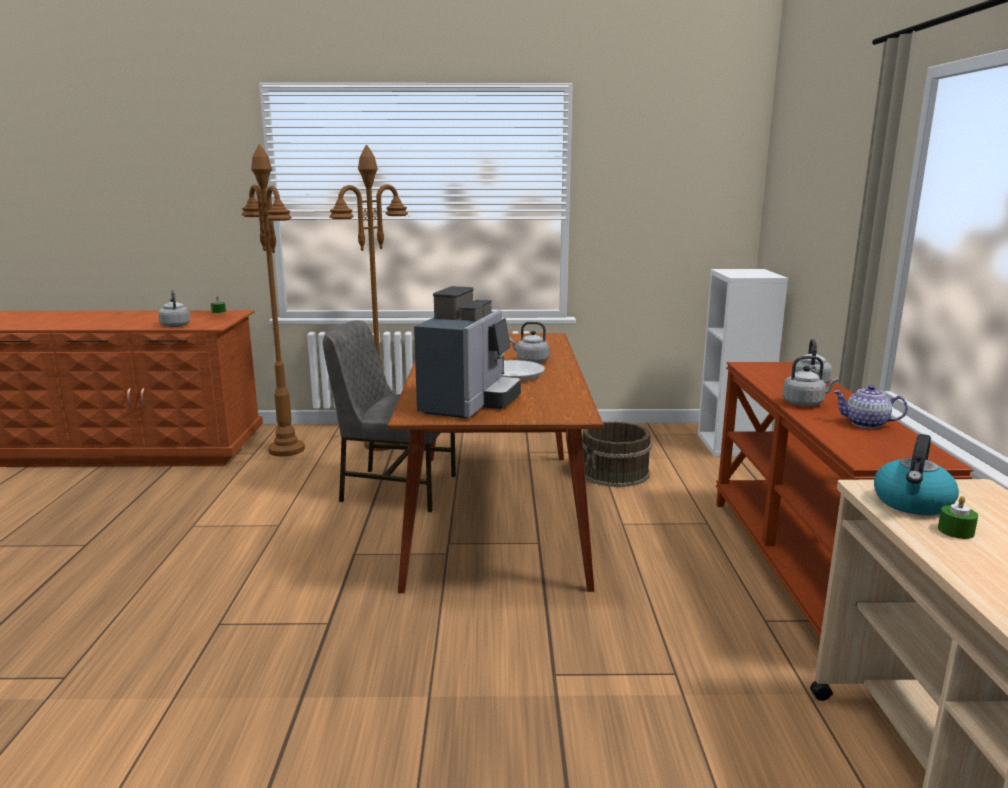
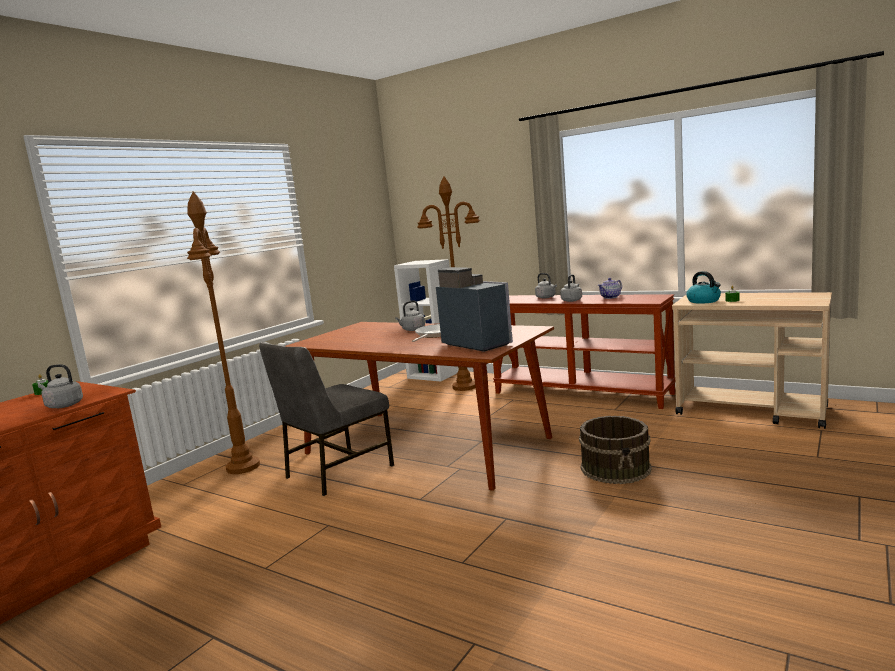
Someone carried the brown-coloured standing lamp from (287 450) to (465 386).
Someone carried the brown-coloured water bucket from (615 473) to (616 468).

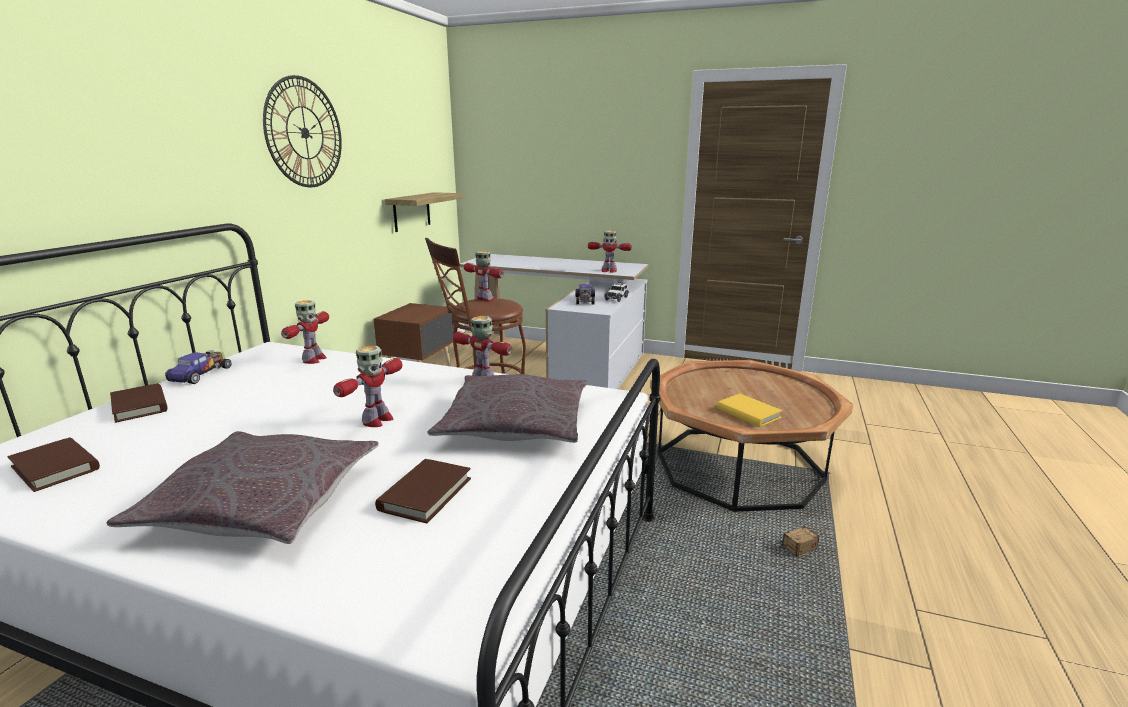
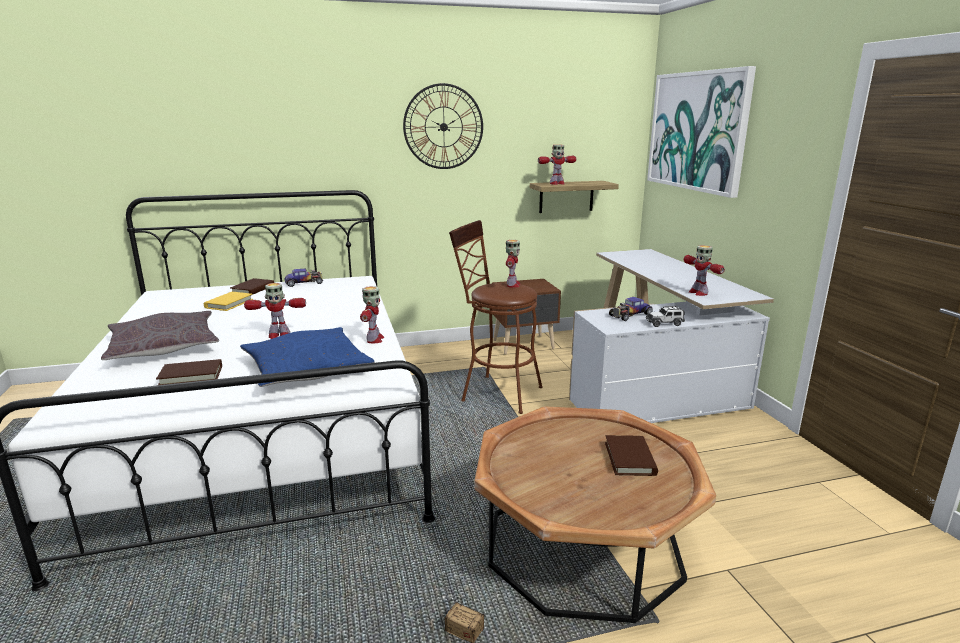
Someone put up the wall art at (697 131).
Someone carried the brown-coloured bound book from (56 468) to (630 458).
Someone carried the model robot from (313 360) to (556 184).
Someone carried the yellow-coloured bound book from (748 413) to (229 303).
Someone repainted the gray cushion at (515 424), which became the blue cushion at (306 369).

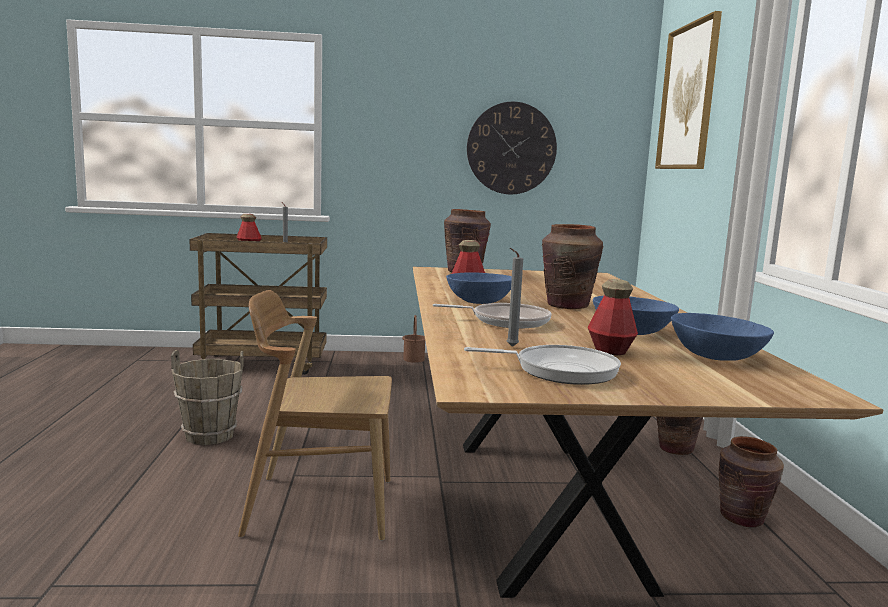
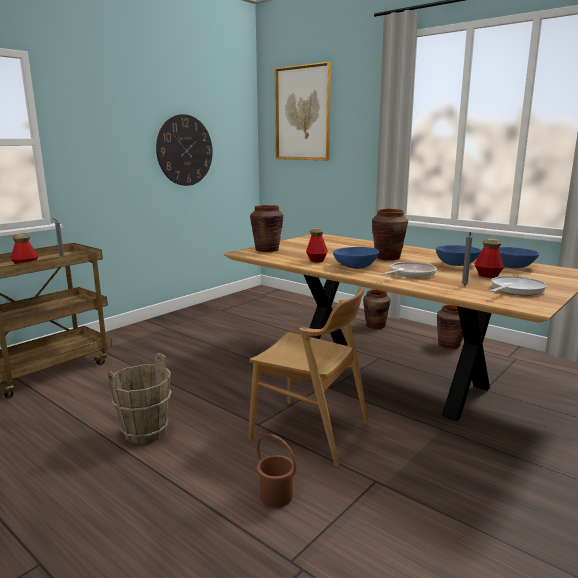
Someone carried the brown-coloured water bucket from (413 359) to (276 496).
Someone rotated the brown-coloured upright chair at (320 506) by 105 degrees counterclockwise.

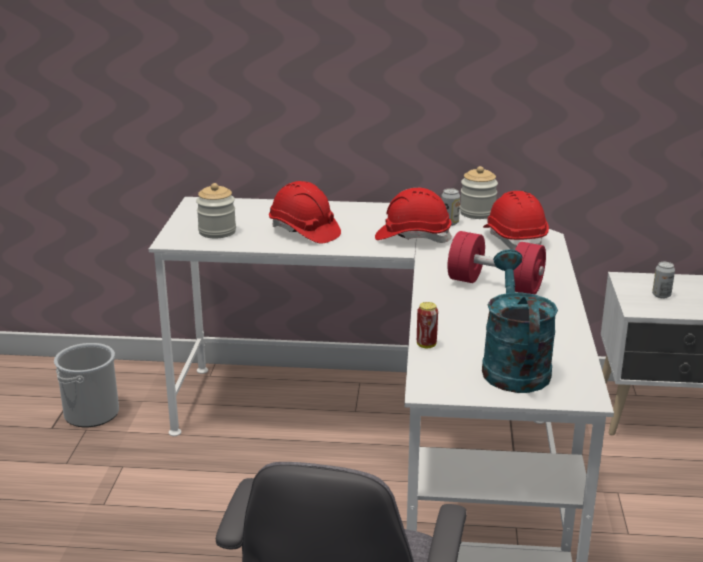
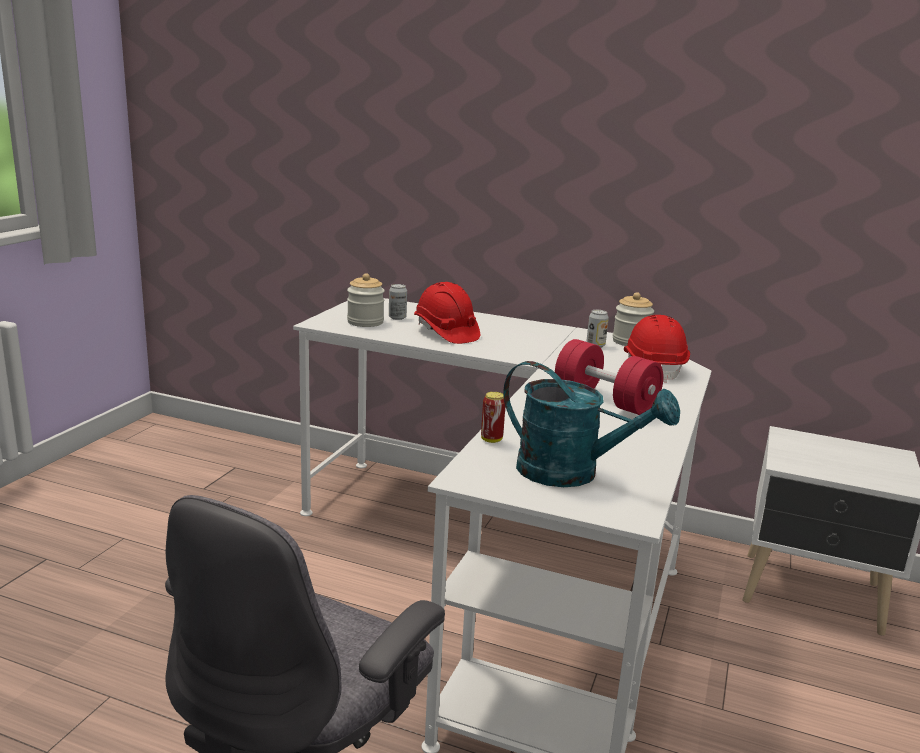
Someone took away the water bucket at (91 413).
Someone took away the red safety helmet at (412 237).
Someone carried the sealed can from (661 295) to (397 318).
Someone rotated the blue-green sprinkling can at (513 366) by 105 degrees clockwise.

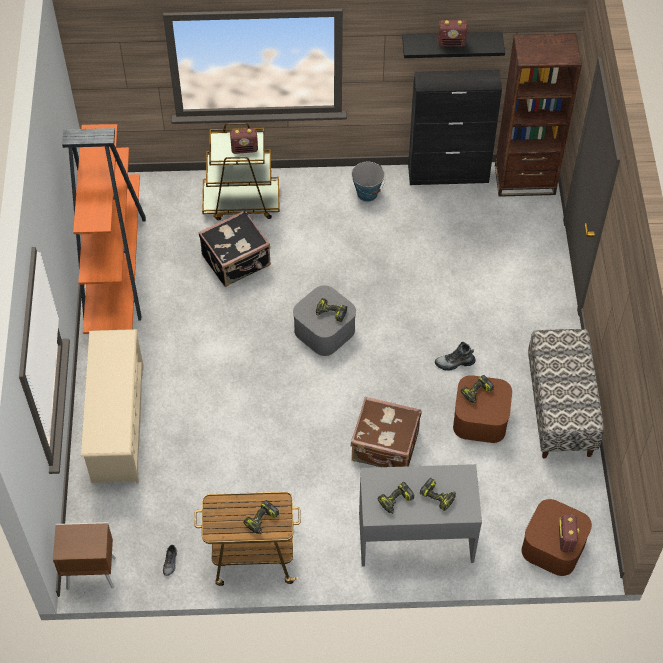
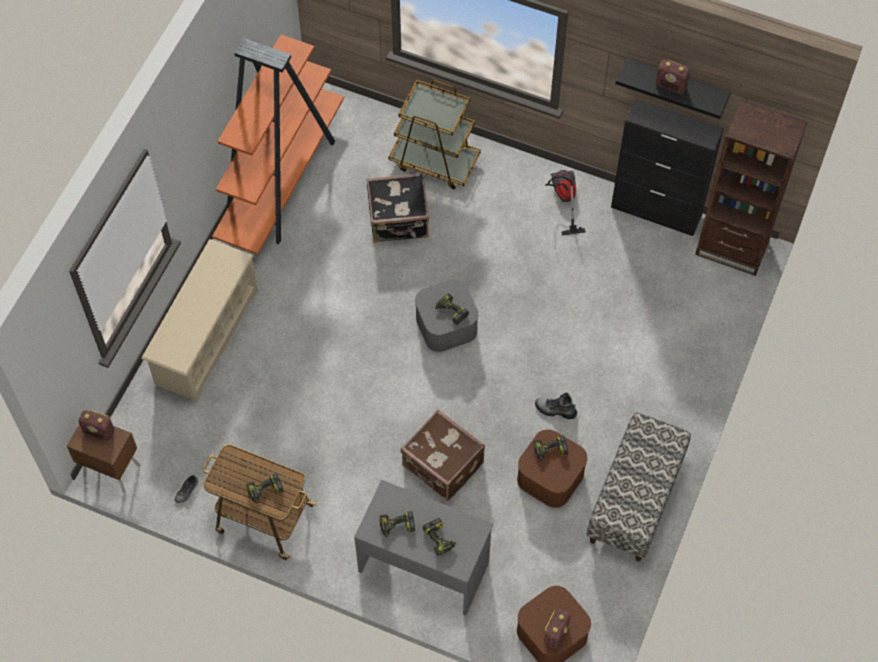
Someone carried the radio set from (245 149) to (99 432).
Someone swapped the water bucket at (367 193) for the vacuum at (563 200).

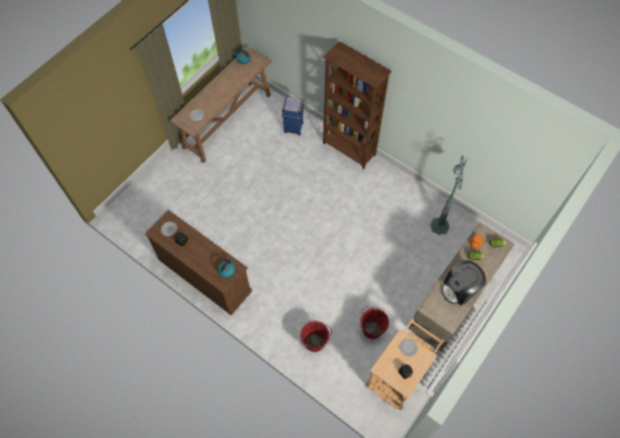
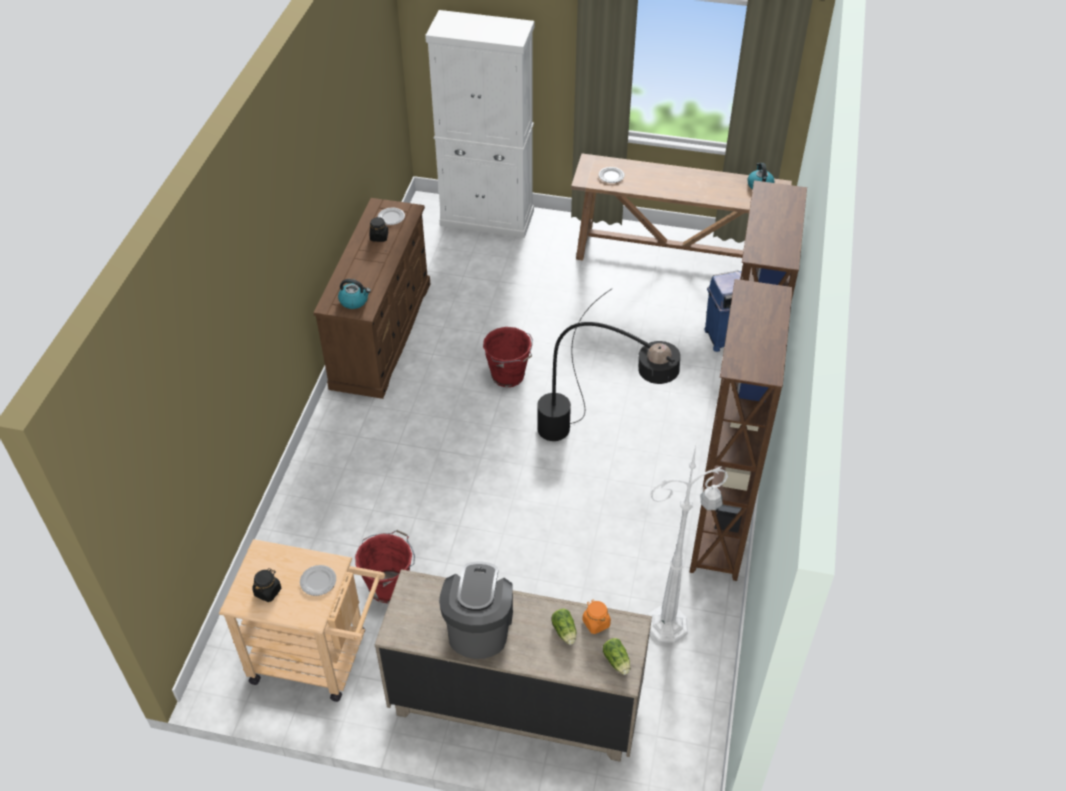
Someone put down the whitish storage cabinet at (487 218).
Someone put down the black-coloured standing lamp at (594 440).
Someone put down the brown-coloured bookshelf at (718 531).
Someone carried the red water bucket from (315 342) to (509 376).
Someone repainted the green-coloured standing lamp at (439 225), which became the whitish standing lamp at (669 624).
Someone rotated the coffee maker at (460 289) by 60 degrees clockwise.

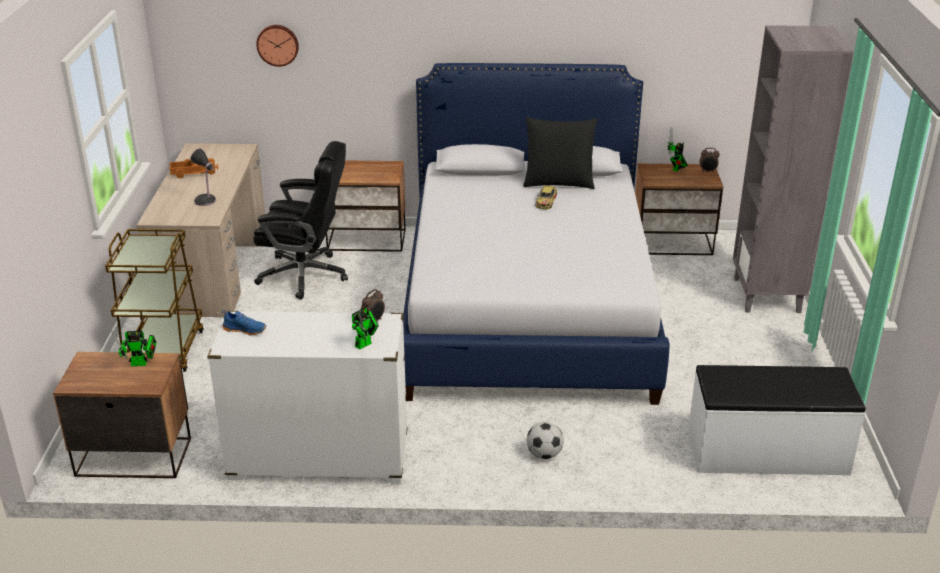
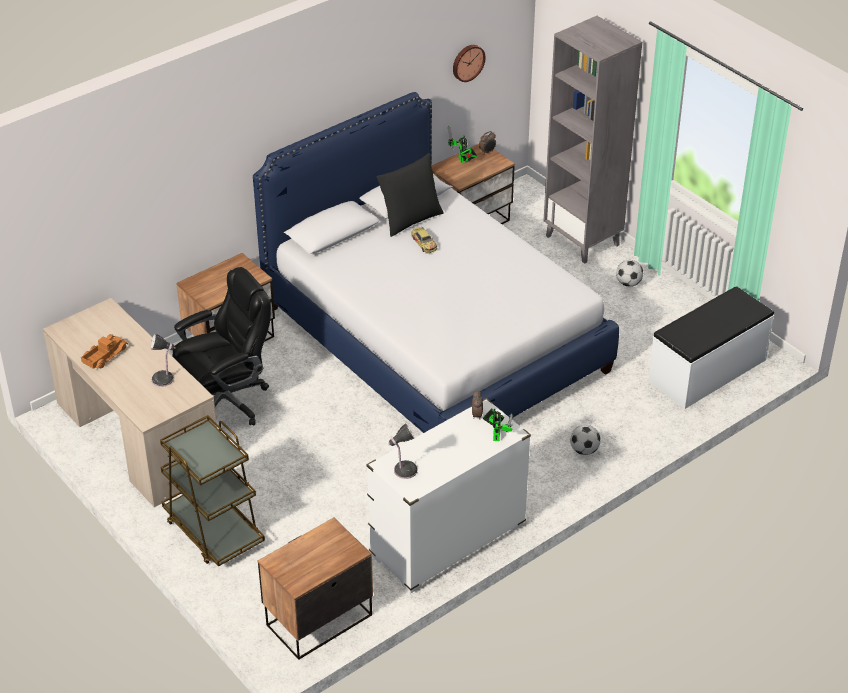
Someone took away the model robot at (141 363).
Someone put down the ball for football at (628 283).
Someone carried the wall clock from (278 45) to (467 62).
Someone swapped the blue item of footwear at (245 329) for the tabletop lamp at (404 470).

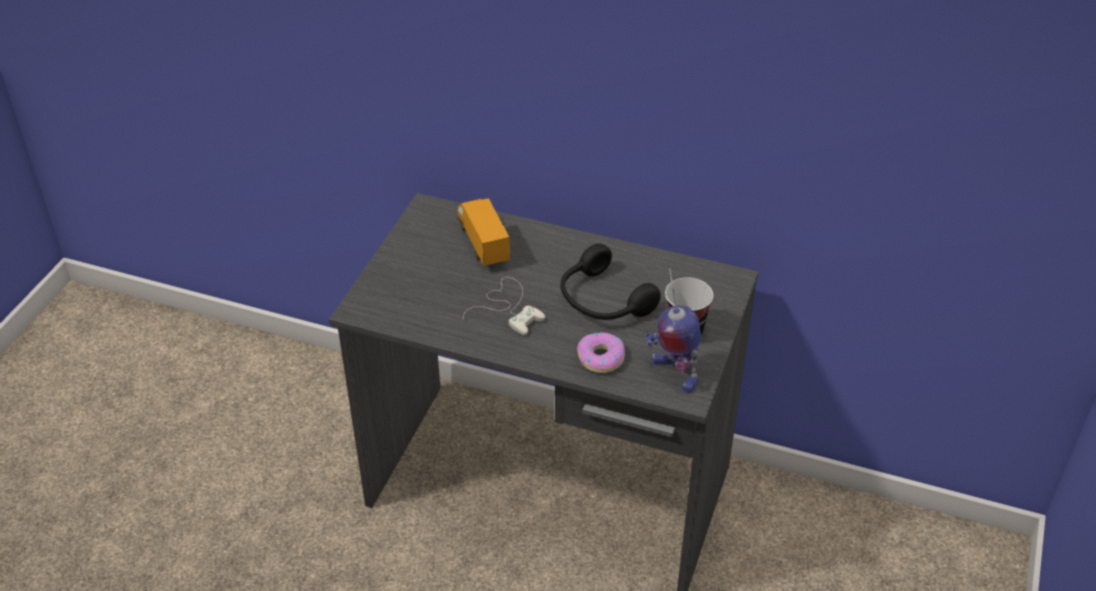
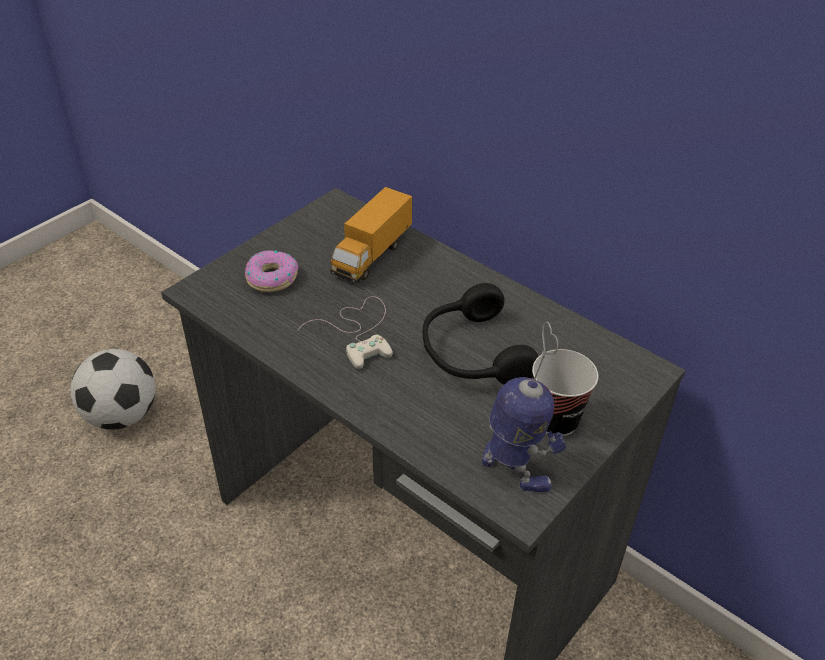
Someone put down the ball for football at (122 415).
Someone carried the doughnut from (600 358) to (271 278).
Someone rotated the model truck at (483 244) by 150 degrees counterclockwise.
Someone rotated the model robot at (673 373) by 150 degrees clockwise.

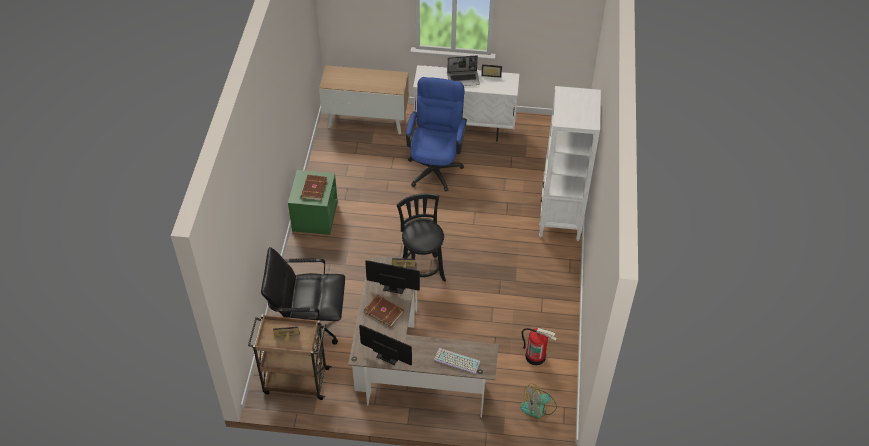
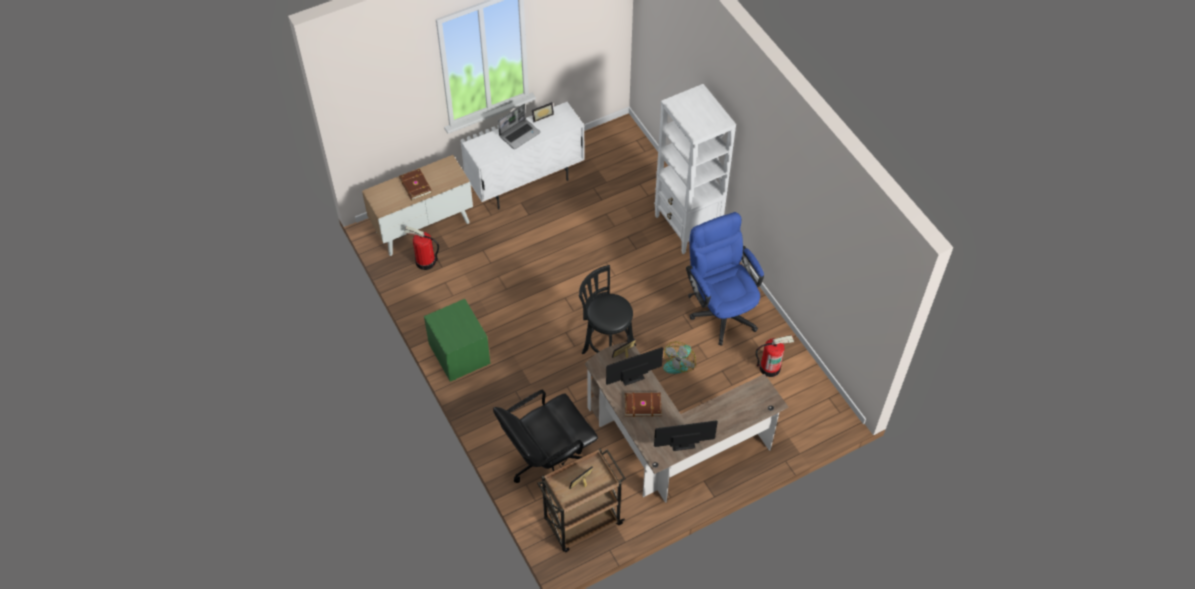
Someone took away the computer keyboard at (456 361).
Someone put down the fire extinguisher at (425 262).
Someone carried the brown-coloured bound book from (313 189) to (415 186).
Someone carried the blue office chair from (435 166) to (721 309).
Someone carried the electric fan from (538 407) to (679 362).

